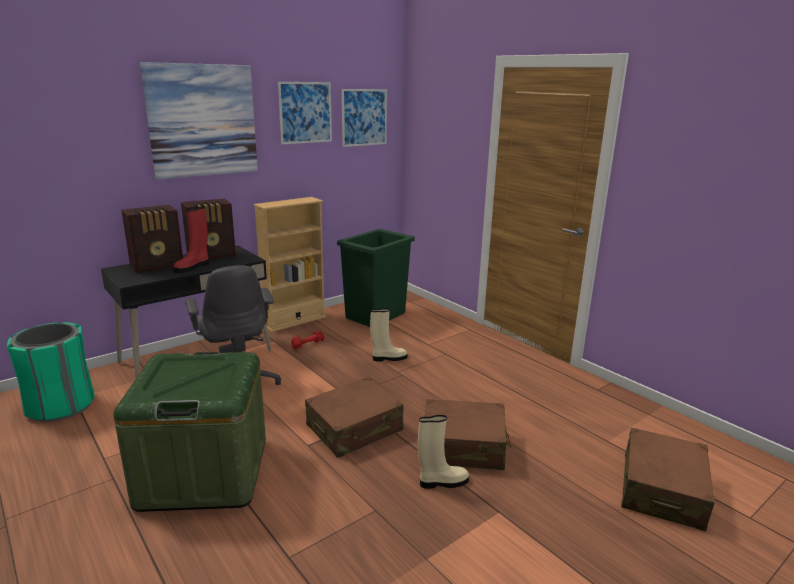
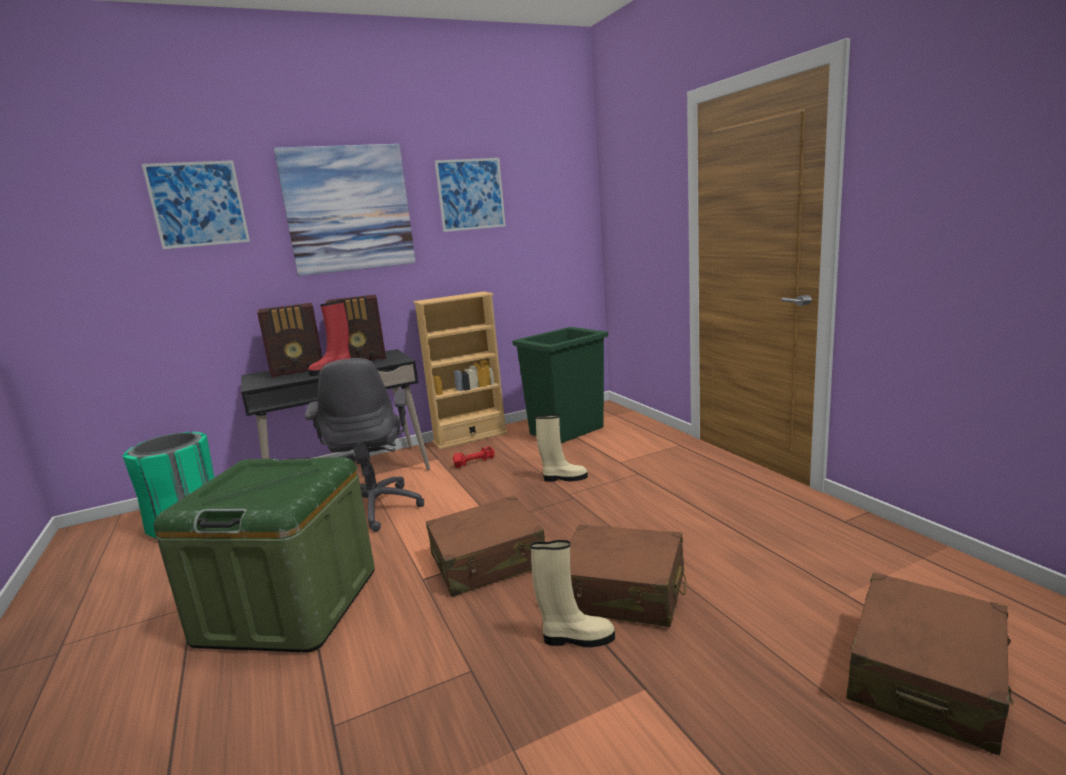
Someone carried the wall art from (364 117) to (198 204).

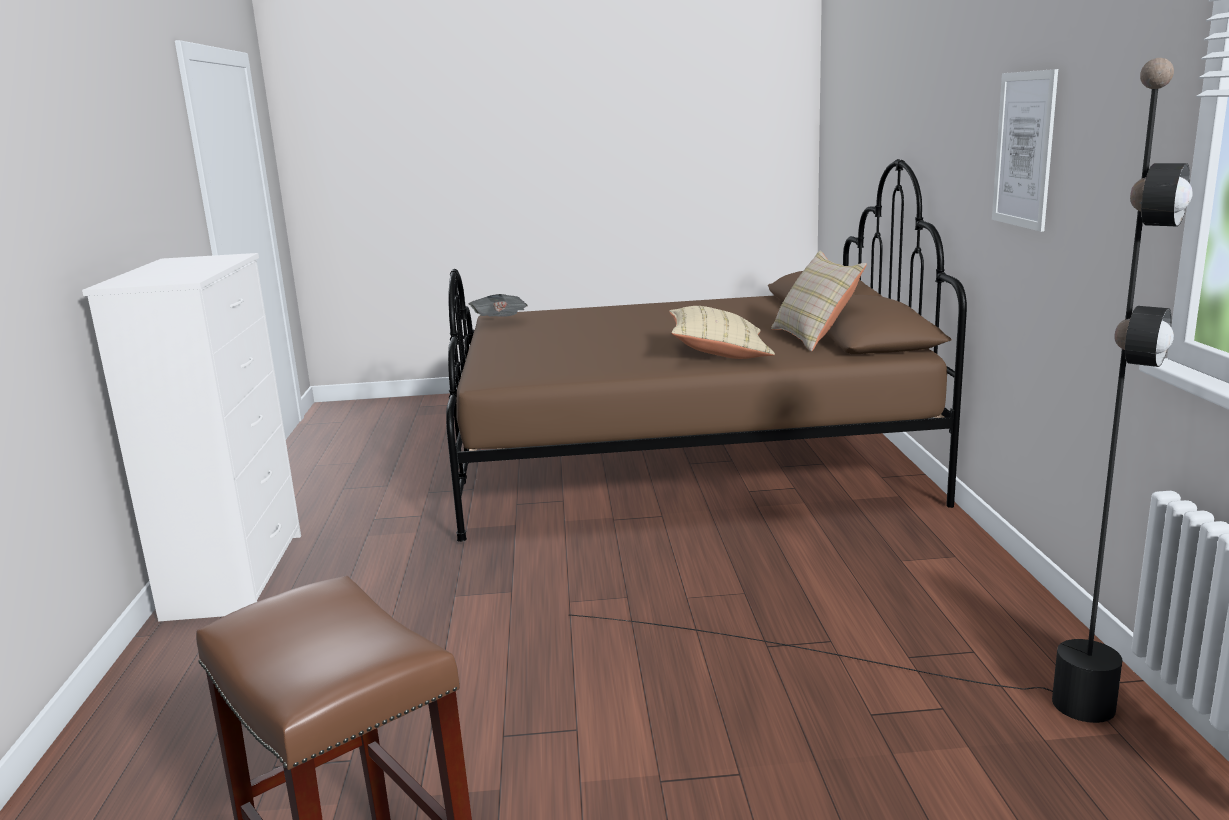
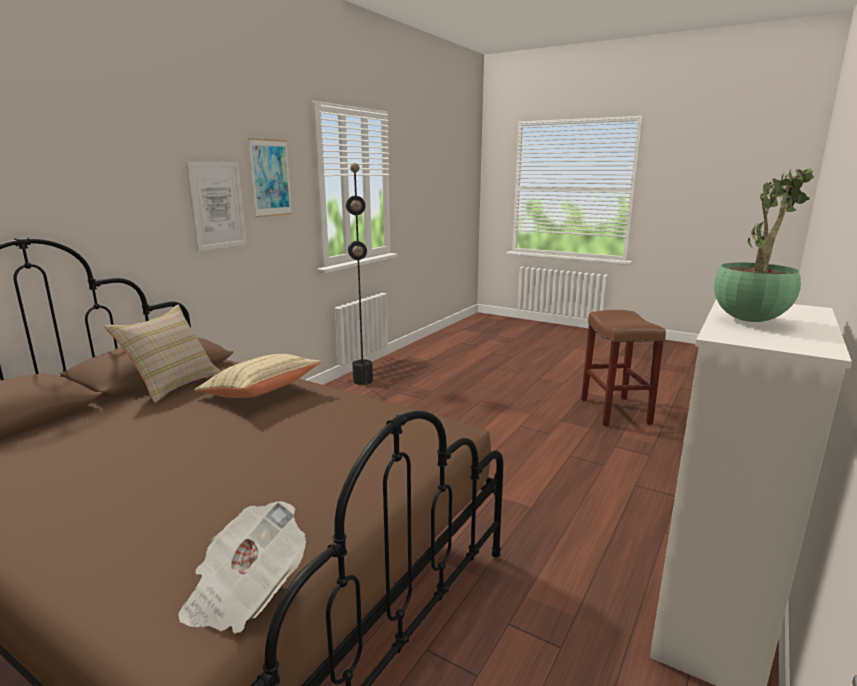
Someone put up the wall art at (270 178).
Someone put down the plant in a pot at (749 320).

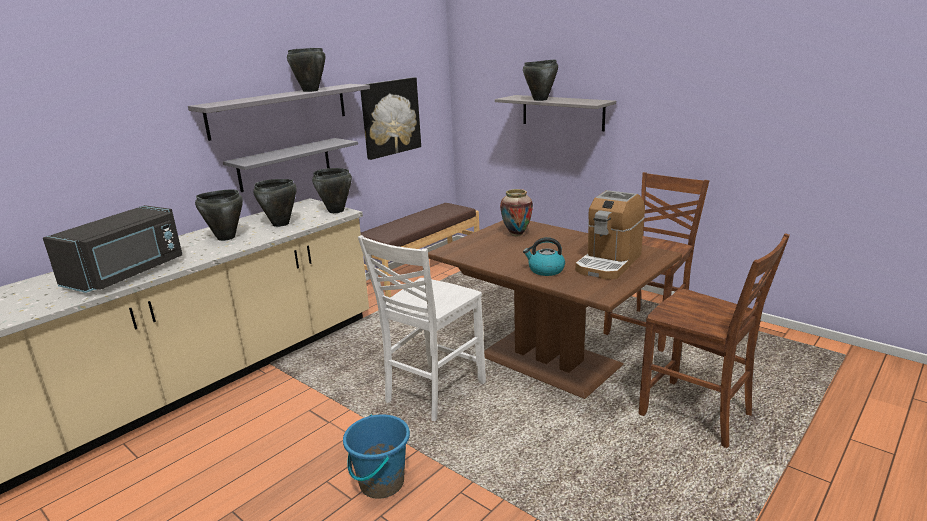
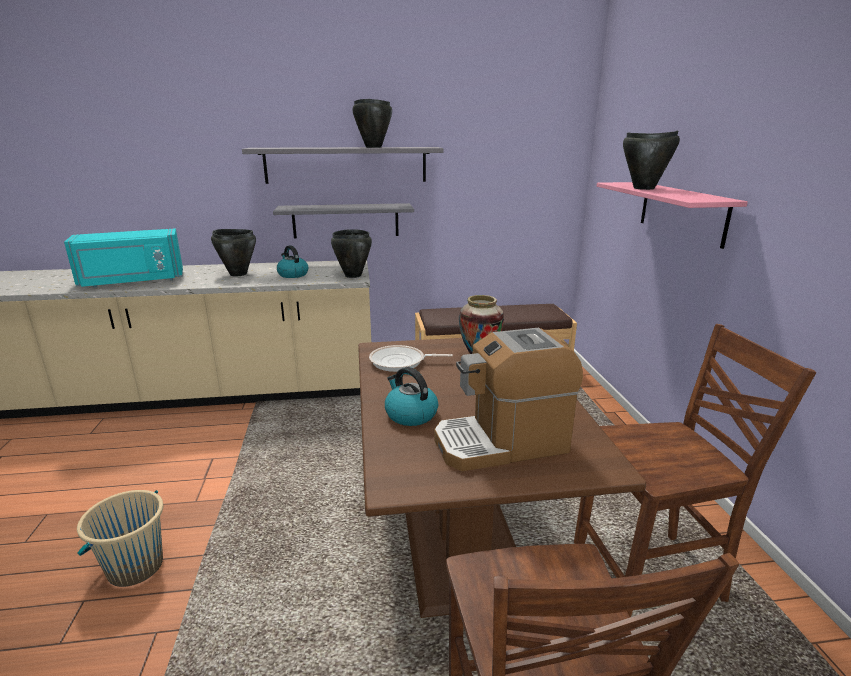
Someone took away the whitish upright chair at (432 392).
Someone took away the wall art at (390 117).
Someone put down the pan at (400 362).
Someone swapped the black-coloured stockpot at (281 224) for the tea kettle at (292 274).
Someone repainted the black-coloured microwave oven at (128 273), which became the blue-green microwave oven at (132 281).
Someone repainted the blue water bucket at (381 483), which became the sand-coloured water bucket at (135 567).
Someone repainted the gray shelf at (562 112), which became the pinkish shelf at (681 212).

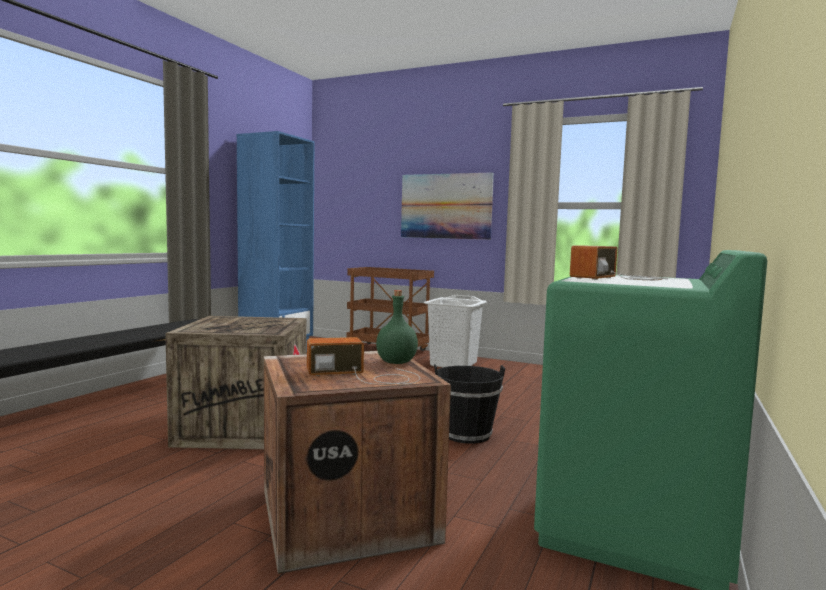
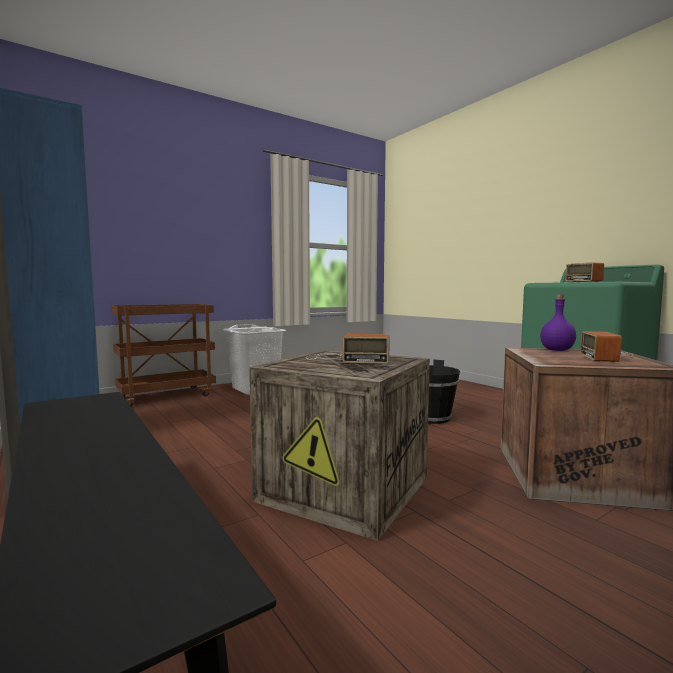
Someone took away the wall art at (446 206).
Someone put down the radio set at (344 359).
Someone repainted the green-coloured bottle at (395 362), which became the purple bottle at (556 350).

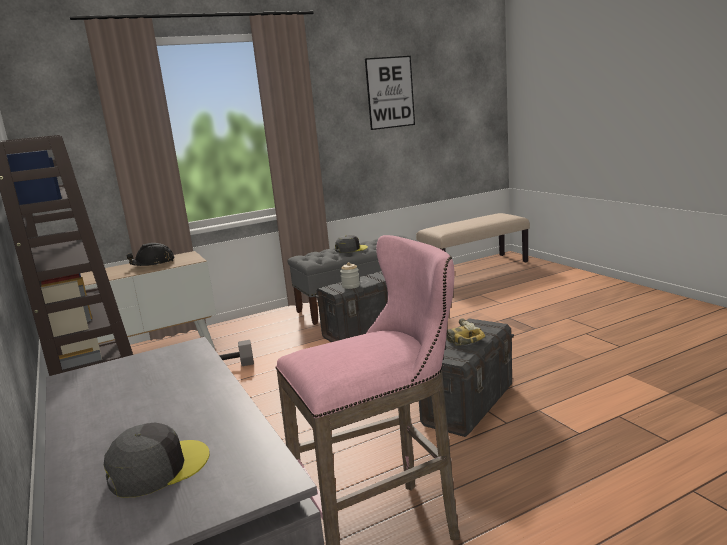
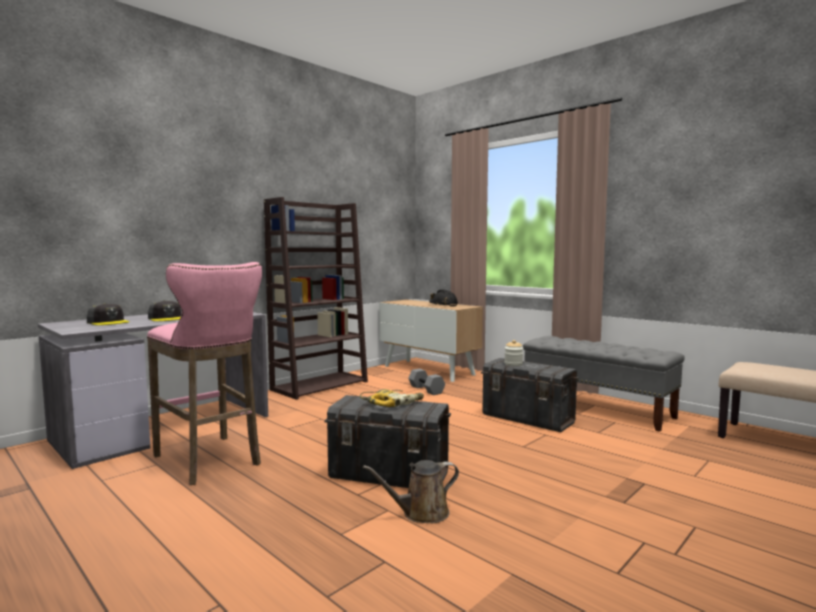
Someone took away the wall art at (390 92).
Someone put down the brown-coloured sprinkling can at (421 513).
Someone carried the gray cap from (351 249) to (167 318).

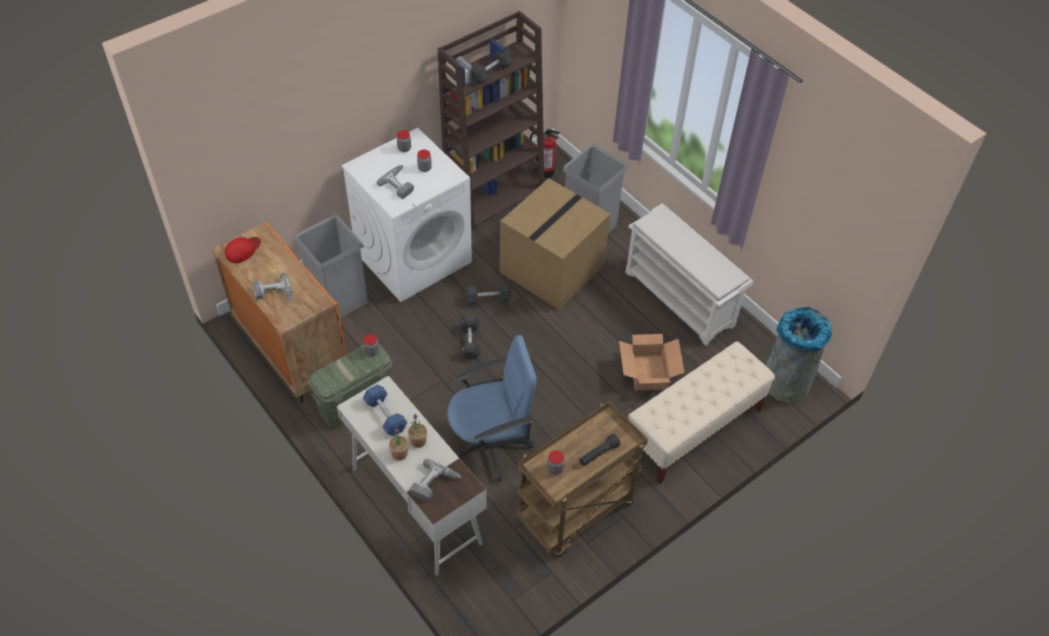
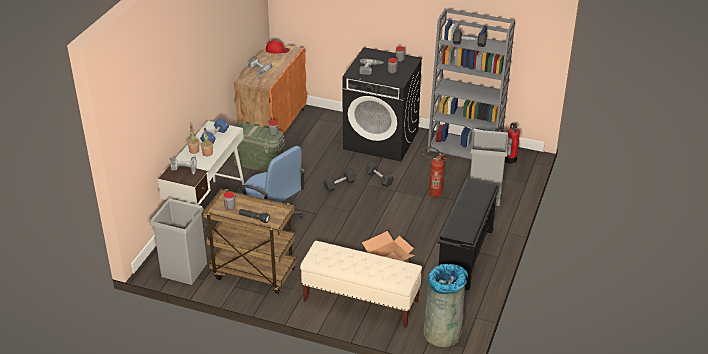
Someone carried the gray trash can from (338 298) to (184 269).
Someone swapped the packing box at (552 267) for the fire extinguisher at (432 193).
Someone repainted the whitish laundry machine at (413 257), which became the black-coloured laundry machine at (381 139).
Someone repainted the brown-coloured bookshelf at (495 195), which became the gray bookshelf at (465 148).
Someone repainted the whitish shoe rack at (680 299), which became the black-coloured shoe rack at (466 257).

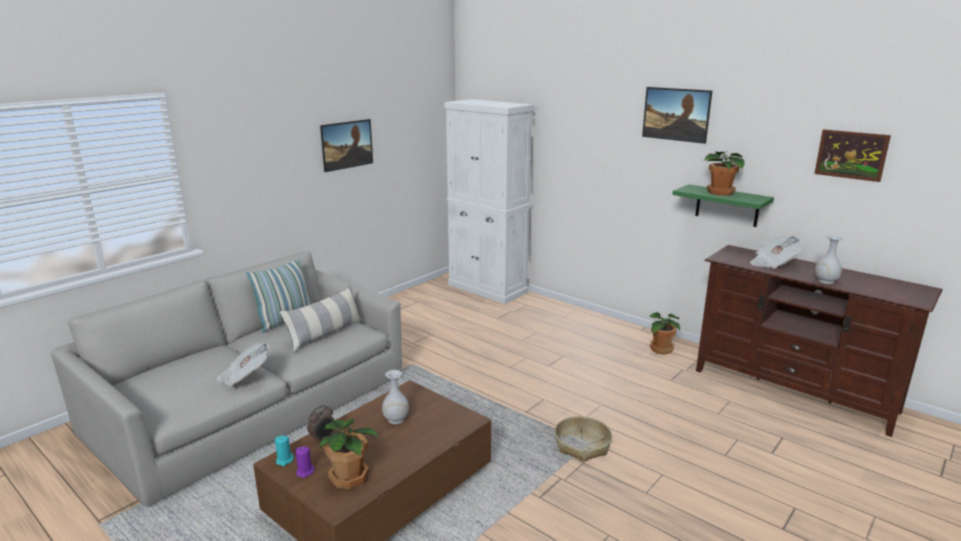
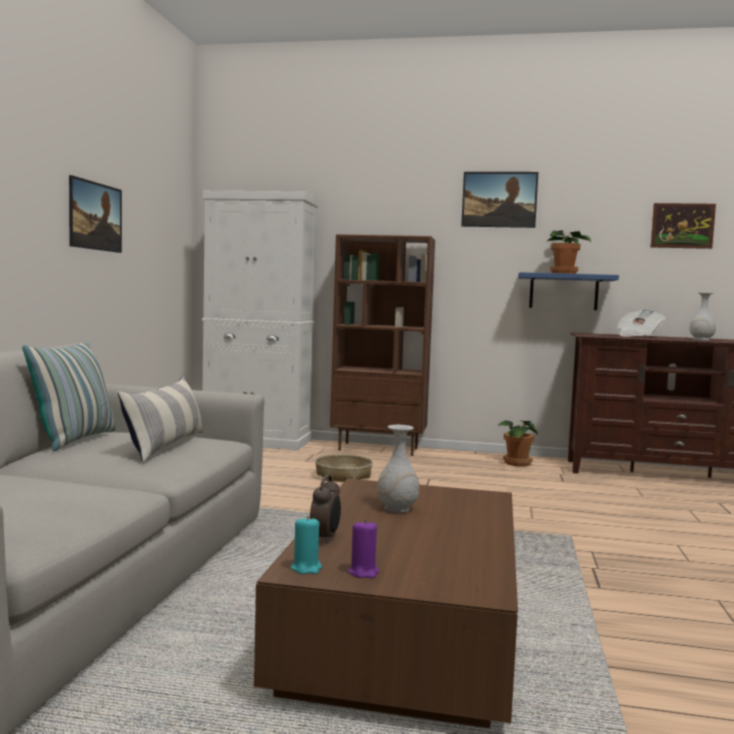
Someone took away the newspaper at (244 376).
Someone took away the plant in a pot at (350 477).
Someone put down the brown-coloured bookshelf at (379 449).
Someone carried the basket from (582 445) to (343 476).
Someone repainted the green-coloured shelf at (727 205), which became the blue shelf at (563 292).

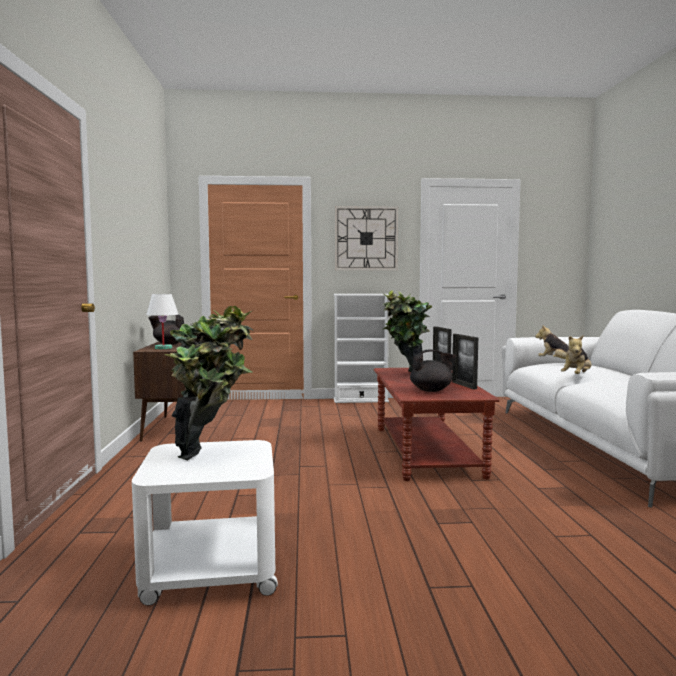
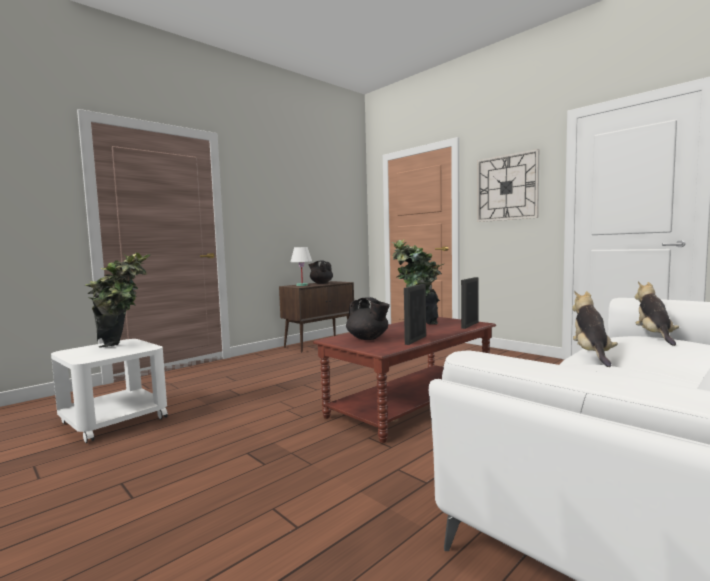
Someone took away the whitish bookshelf at (361 400).
Someone rotated the cuddly toy at (576 376) by 105 degrees clockwise.

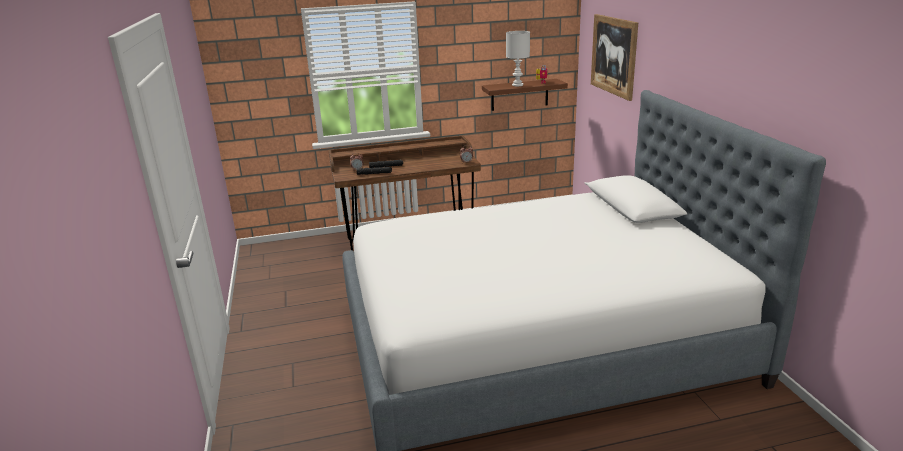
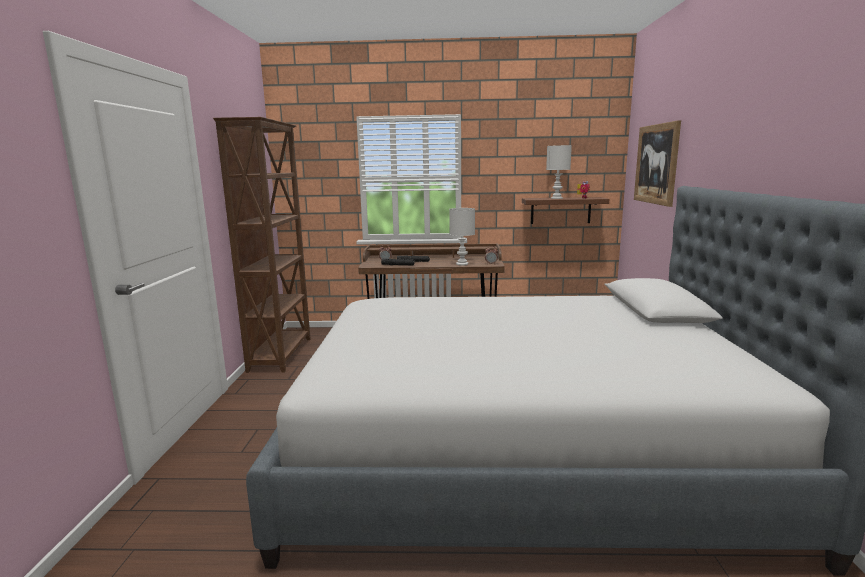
Someone put down the brown-coloured bookshelf at (282 354).
Someone put down the whitish tabletop lamp at (461 264).

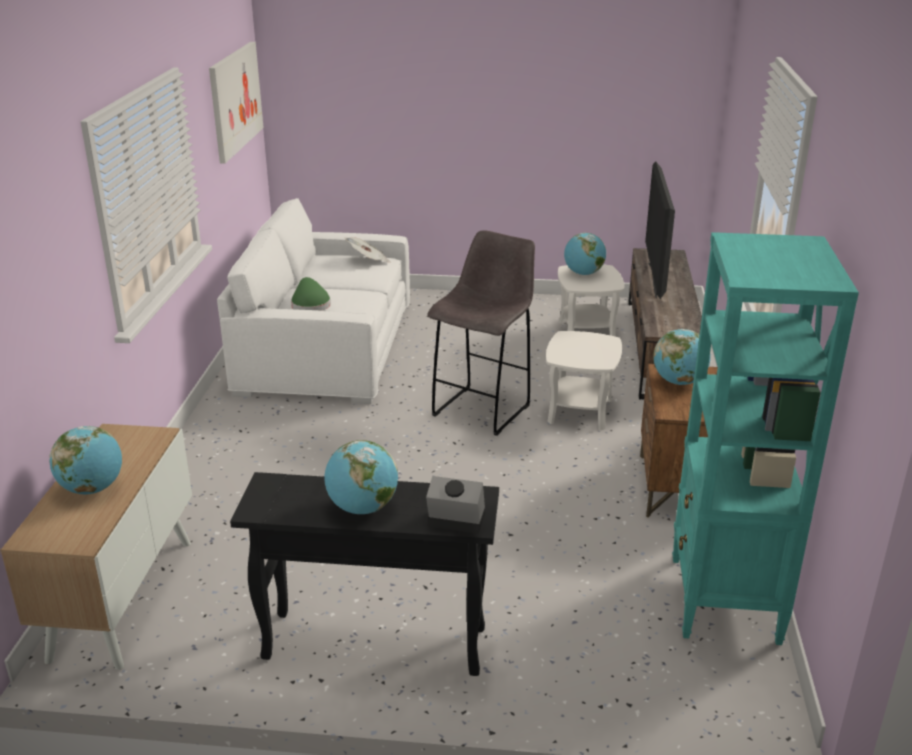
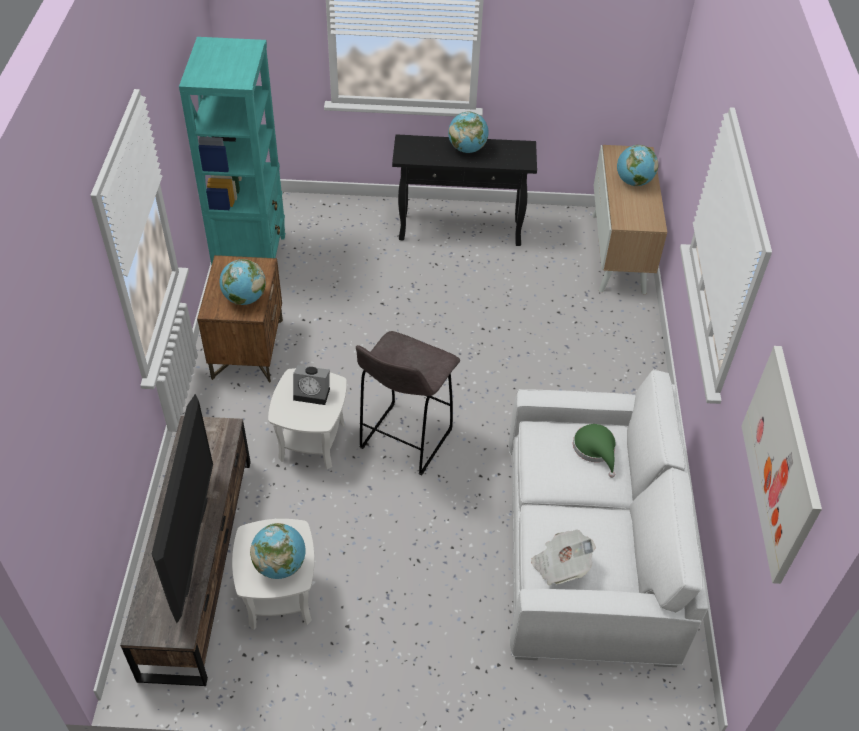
Someone carried the bedside clock from (454 522) to (313 393).

